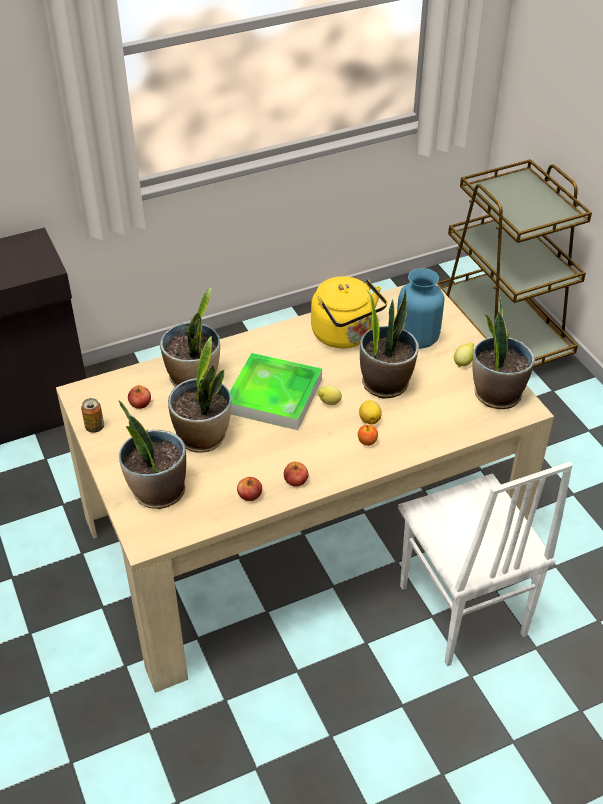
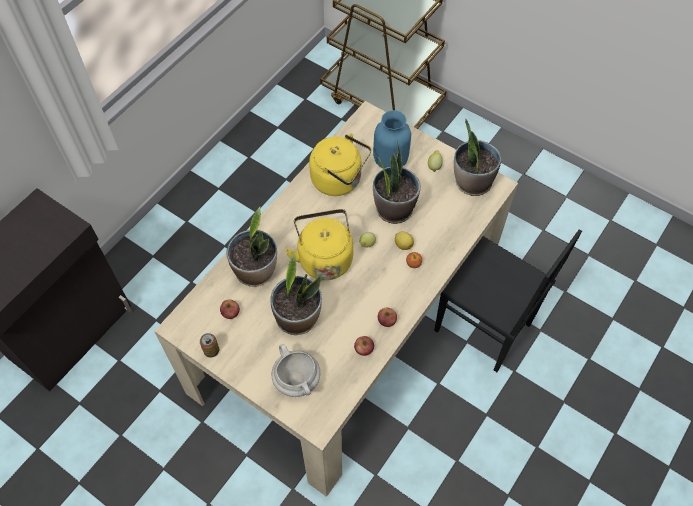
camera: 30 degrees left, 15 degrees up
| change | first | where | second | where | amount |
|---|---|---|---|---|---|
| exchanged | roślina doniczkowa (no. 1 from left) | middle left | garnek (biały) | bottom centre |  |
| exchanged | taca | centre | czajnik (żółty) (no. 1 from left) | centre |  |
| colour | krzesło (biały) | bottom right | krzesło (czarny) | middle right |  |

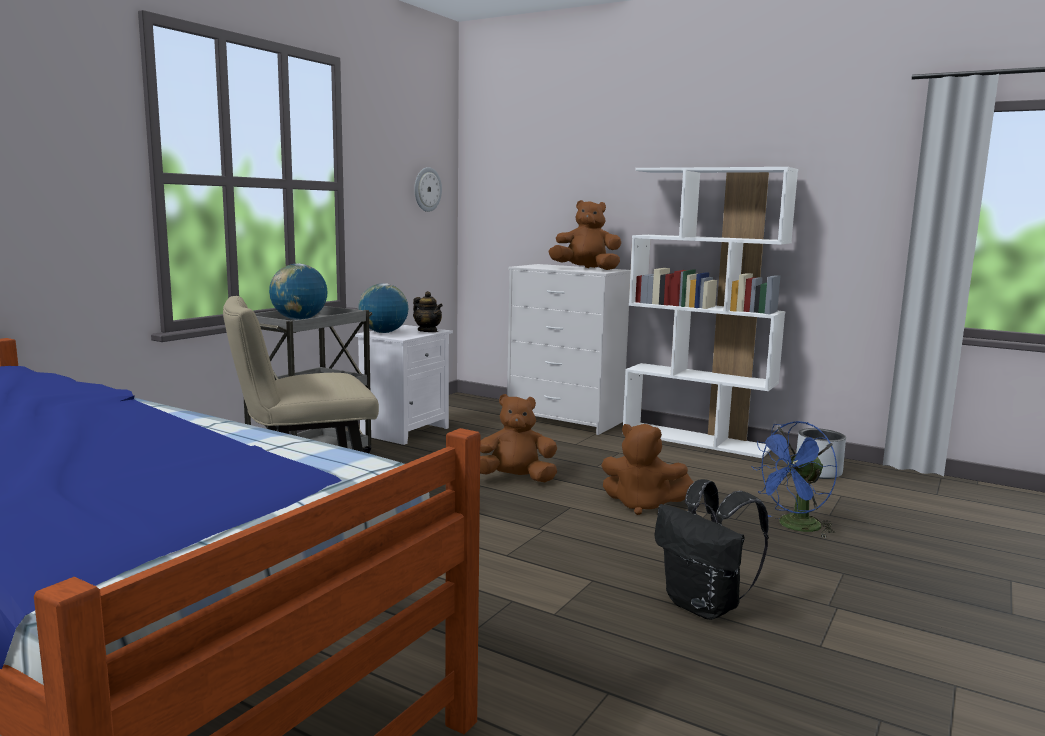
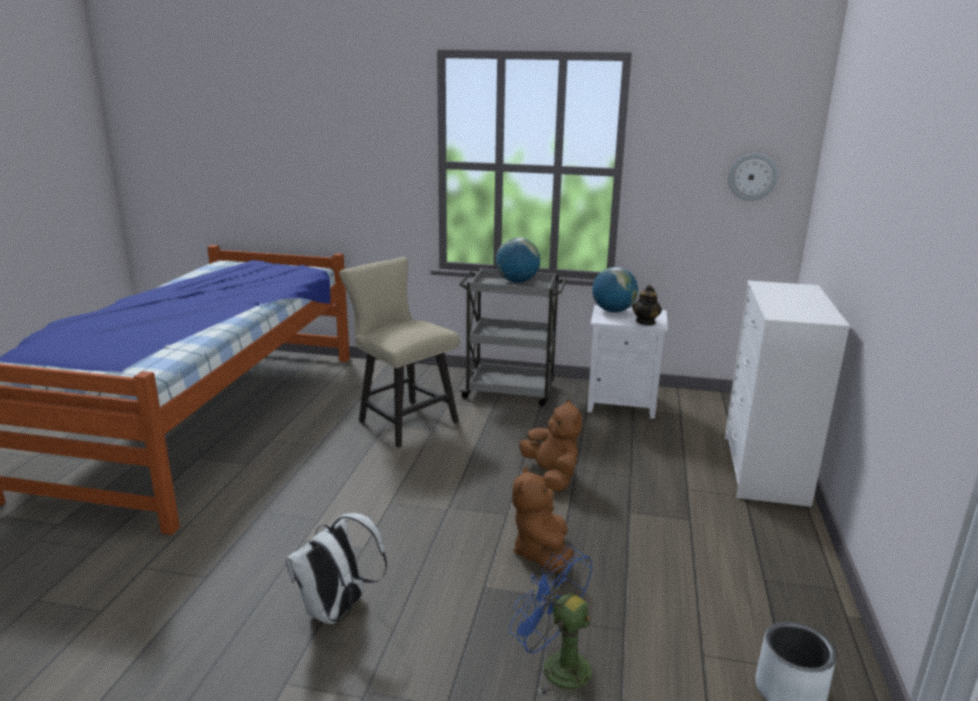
camera: 70 degrees right, 10 degrees up
| change | first | where | second | where | amount |
|---|---|---|---|---|---|
| colour | plecak (czarny) | bottom right | plecak (biały) | bottom centre |  |
| missing | pluszak (brązowy) (no. 2 from left) | top centre |  |  |  |
| missing | regał (biały) | middle right |  |  |  |

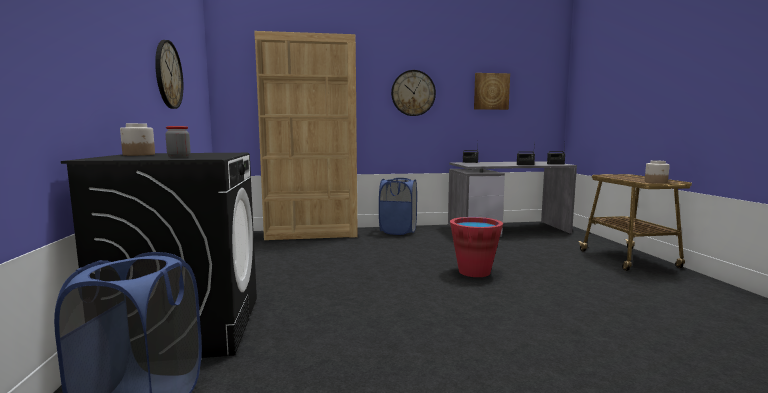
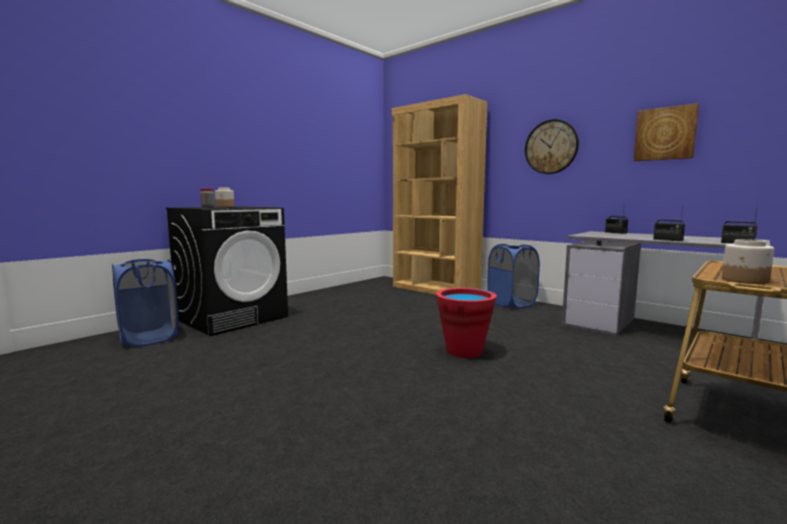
camera: 50 degrees right, 0 degrees up
| change | first | where | second | where | amount |
|---|---|---|---|---|---|
| missing | zegar ścienny (no. 1 from left) | top left |  |  |  |

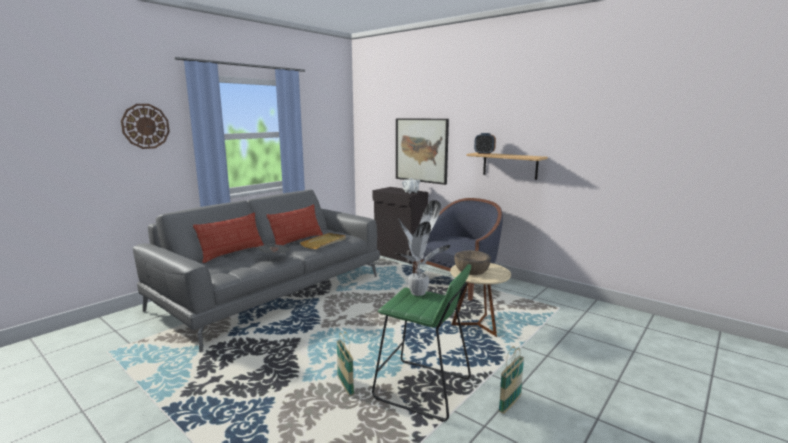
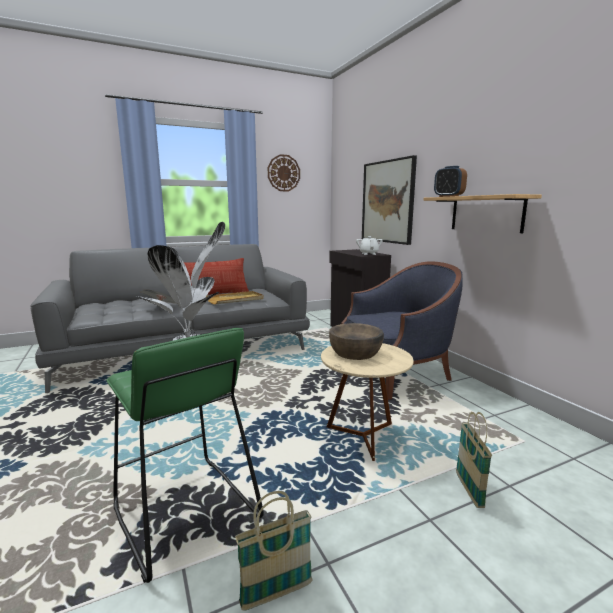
camera: 25 degrees right, 0 degrees up
| change | first | where | second | where | amount |
|---|---|---|---|---|---|
| relocated | zegar ścienny | top left |  | top centre |  |
| relocated | koszyk (no. 1 from left in the first image) | bottom centre | koszyk (no. 2 from left) | bottom right |  |
| missing | poduszka (no. 1 from left) | middle left |  |  |  |

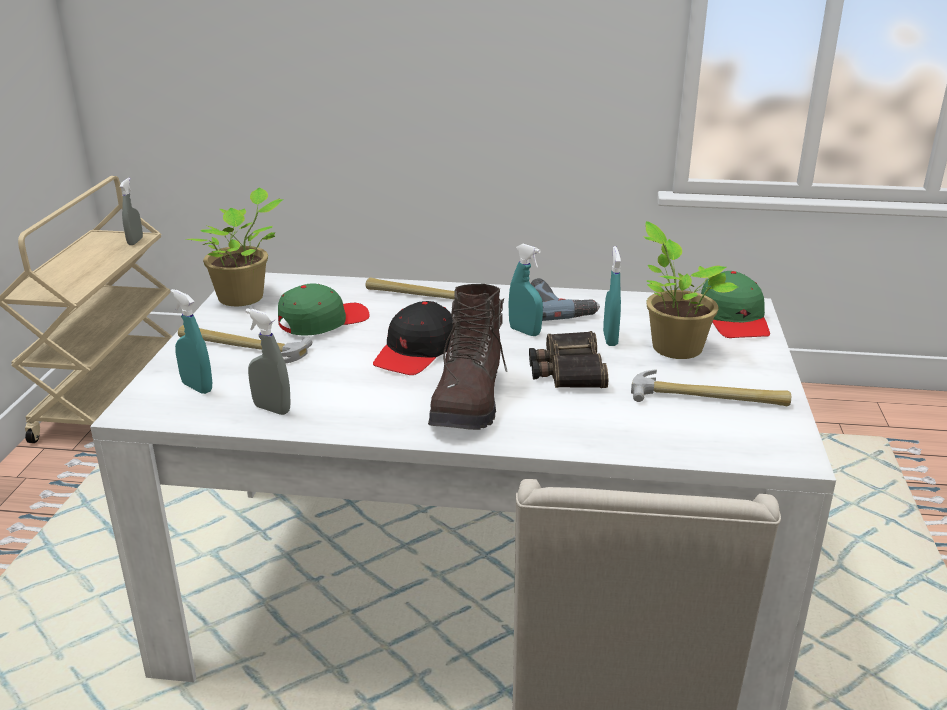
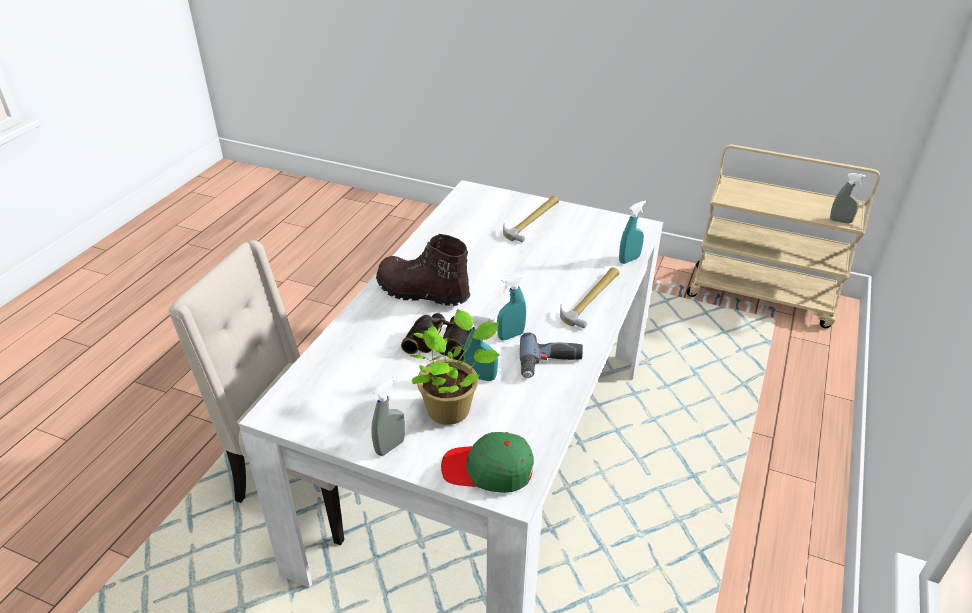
camera: 105 degrees right, 10 degrees up
| change | first | where | second | where | amount |
|---|---|---|---|---|---|
| relocated | spryskiwacz (szary) (no. 2 from left in the first image) | middle left | spryskiwacz (szary) (no. 1 from left) | bottom centre |  |
| relocated | spryskiwacz (turkusowy) (no. 1 from left in the first image) | middle left | spryskiwacz (turkusowy) (no. 3 from left) | centre |  |
| missing | roślina doniczkowa (no. 1 from left) | middle left |  |  |  |
| missing | czapka z daszkiem (zielony) (no. 1 from left) | centre |  |  |  |
| missing | czapka z daszkiem (czarny) | centre |  |  |  |
| missing | młotek (no. 3 from left) | middle right |  |  |  |

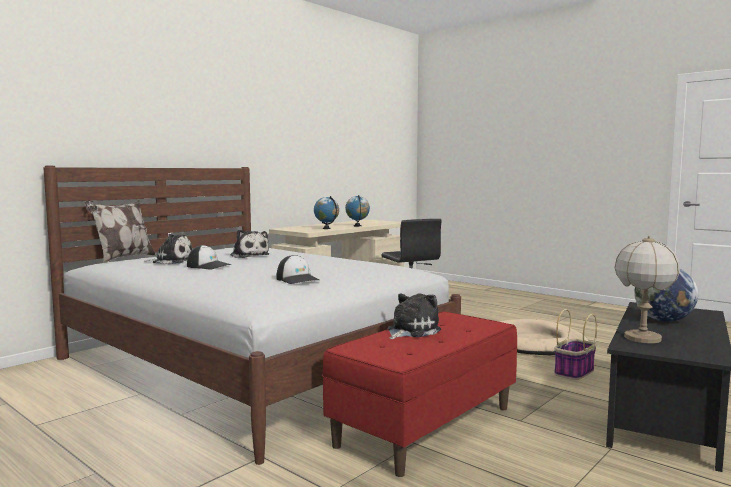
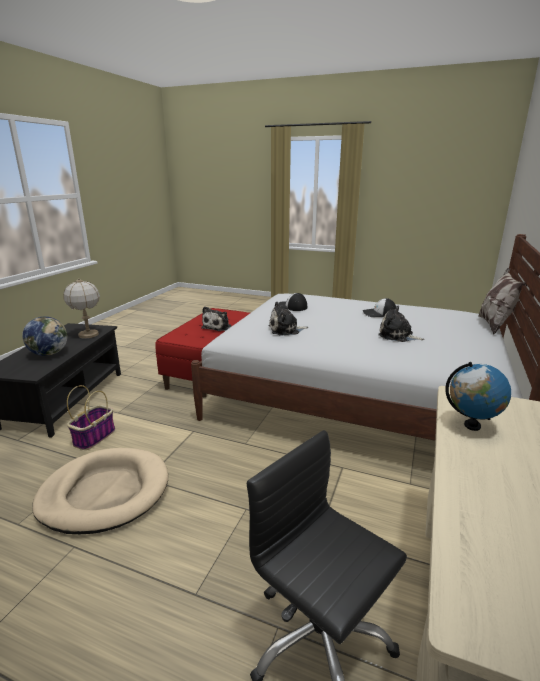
camera: 160 degrees right, 15 degrees up
| change | first | where | second | where | amount |
|---|---|---|---|---|---|
| relocated | pluszak (no. 1 from left in the first image) | middle left | pluszak (no. 2 from left) | centre |  |
| missing | globus (no. 2 from left) | centre |  |  |  |

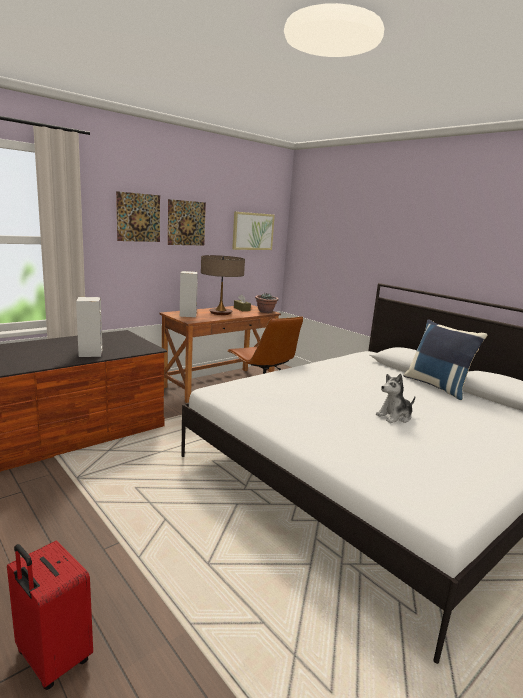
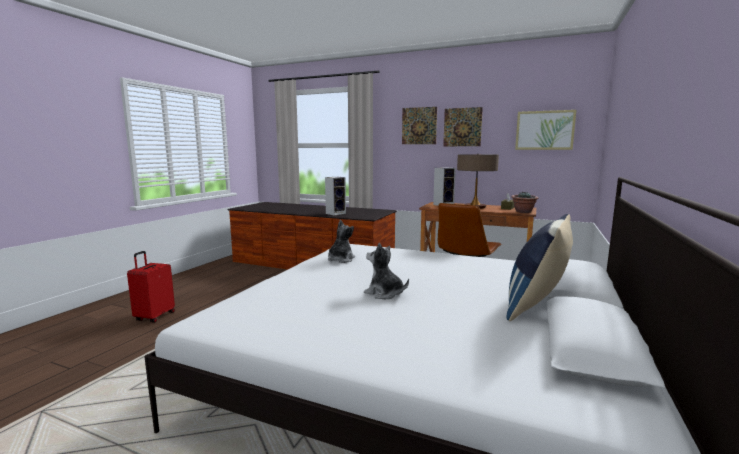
camera: 65 degrees right, 5 degrees down
| change | first | where | second | where | amount |
|---|---|---|---|---|---|
| appeared |  |  | pluszak (no. 1 from left) | centre |  |

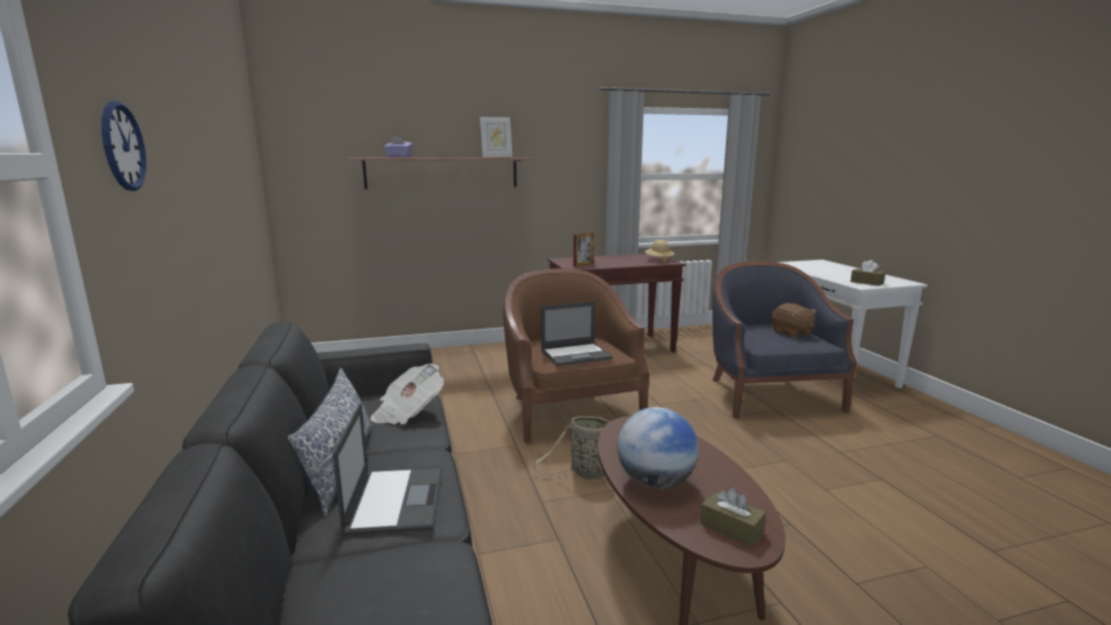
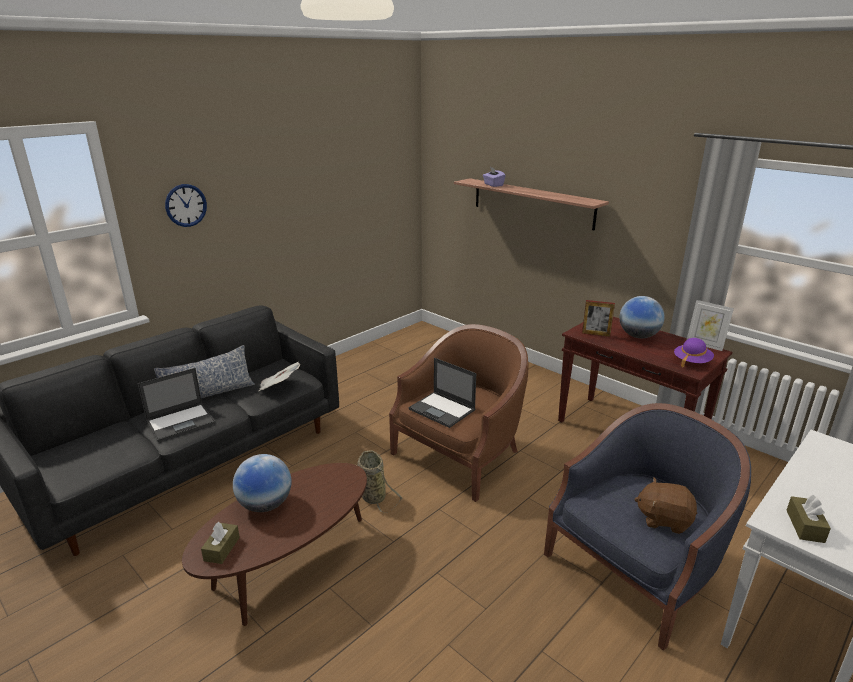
camera: 60 degrees right, 10 degrees up
| change | first | where | second | where | amount |
|---|---|---|---|---|---|
| appeared |  |  | globus (no. 2 from left) | middle right |  |
| spun | pluszak (brązowy) | middle right |  | bottom right | 75 degrees clockwise |
| colour | kapelusz (beżowy) | centre | kapelusz (fioletowy) | middle right |  |
| relocated | ramka na zdjęcie (no. 1 from left in the first image) | top centre | ramka na zdjęcie (no. 2 from left) | middle right |  |

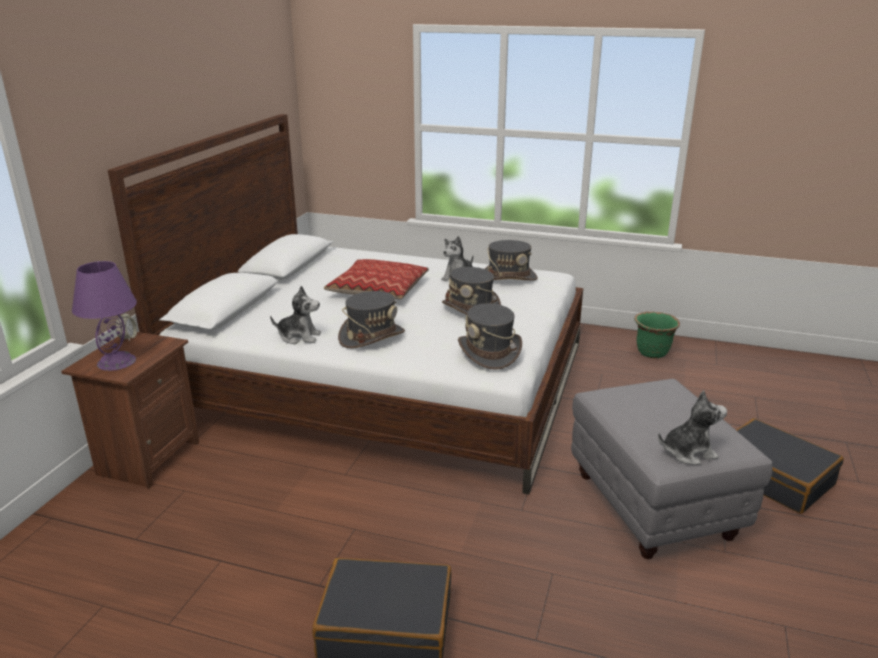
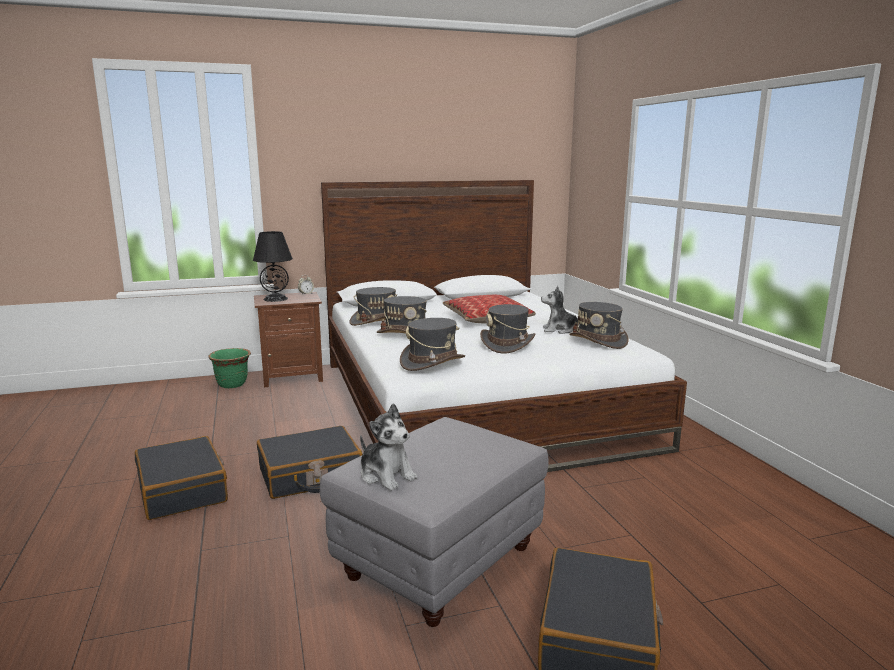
camera: 55 degrees right, 10 degrees down
| change | first | where | second | where | amount |
|---|---|---|---|---|---|
| relocated | donica (zielony) | middle right |  | middle left |  |
| colour | lampa stołowa (fioletowy) | middle left | lampa stołowa (czarny) | middle left |  |
| appeared |  |  | walizka (czarny) (no. 2 from left) | bottom centre |  |
| exchanged | pluszak (no. 1 from left) | centre | kapelusz (szary) (no. 1 from left) | centre |  |

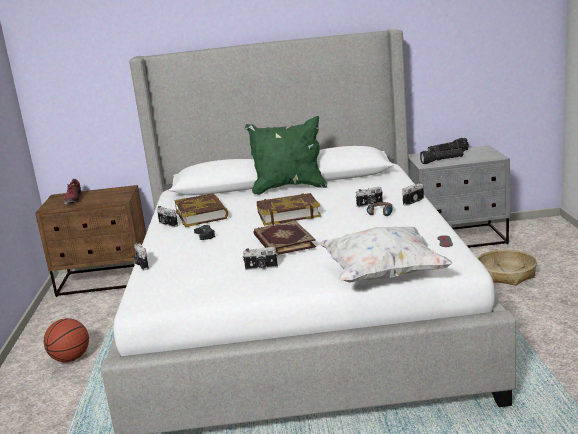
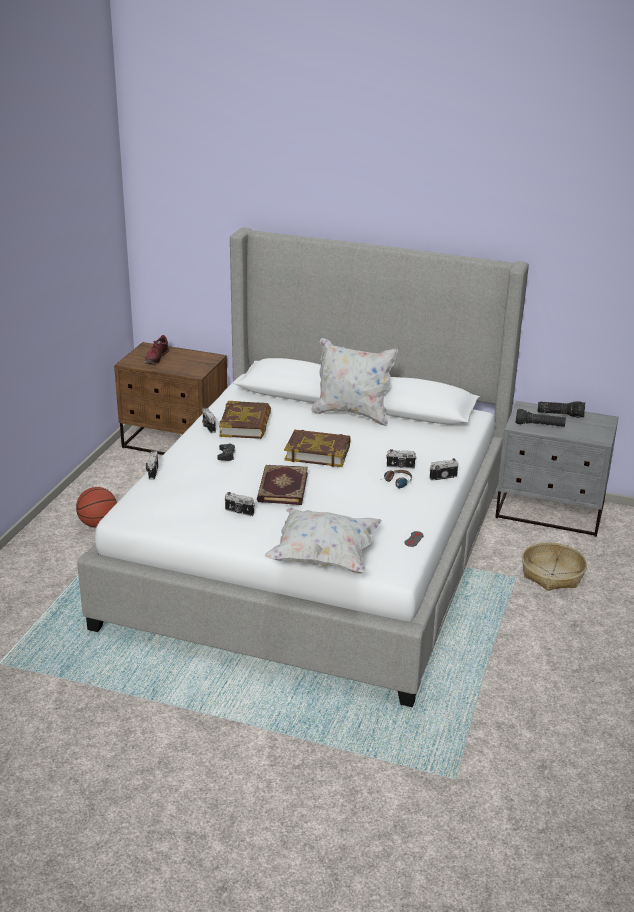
camera: 20 degrees right, 10 degrees up
| change | first | where | second | where | amount |
|---|---|---|---|---|---|
| colour | poduszka (zielony) | centre | poduszka (biały) (no. 2 from left) | centre |  |

